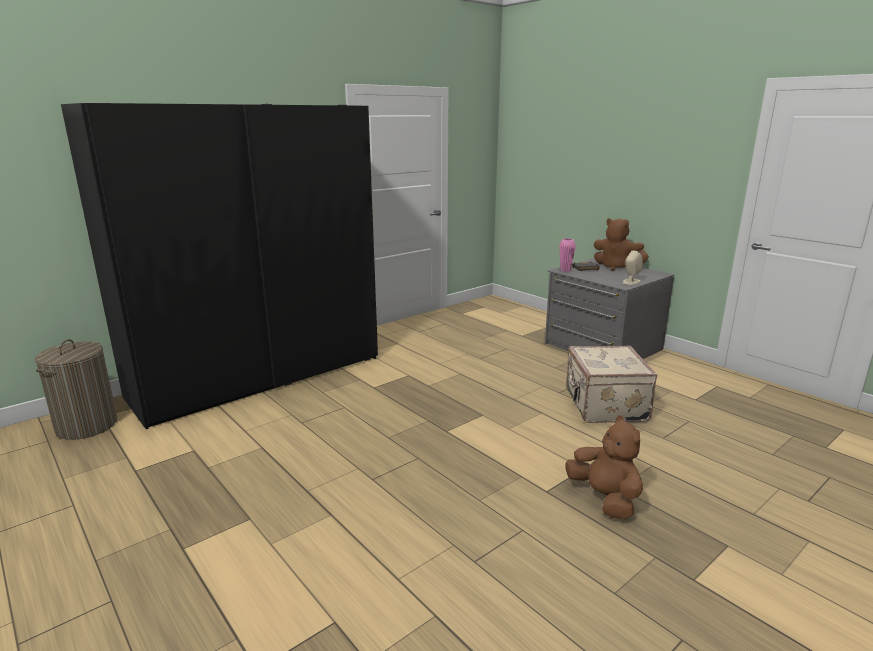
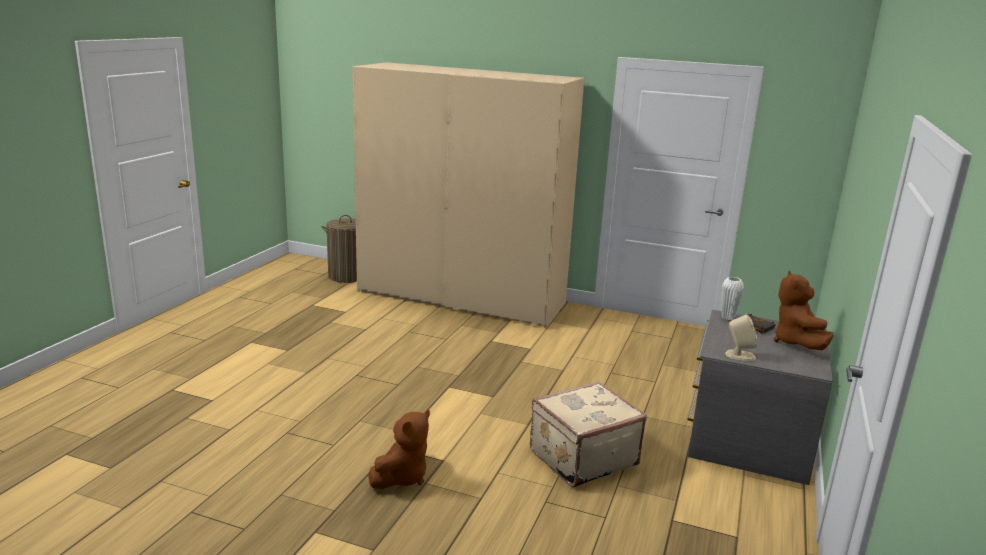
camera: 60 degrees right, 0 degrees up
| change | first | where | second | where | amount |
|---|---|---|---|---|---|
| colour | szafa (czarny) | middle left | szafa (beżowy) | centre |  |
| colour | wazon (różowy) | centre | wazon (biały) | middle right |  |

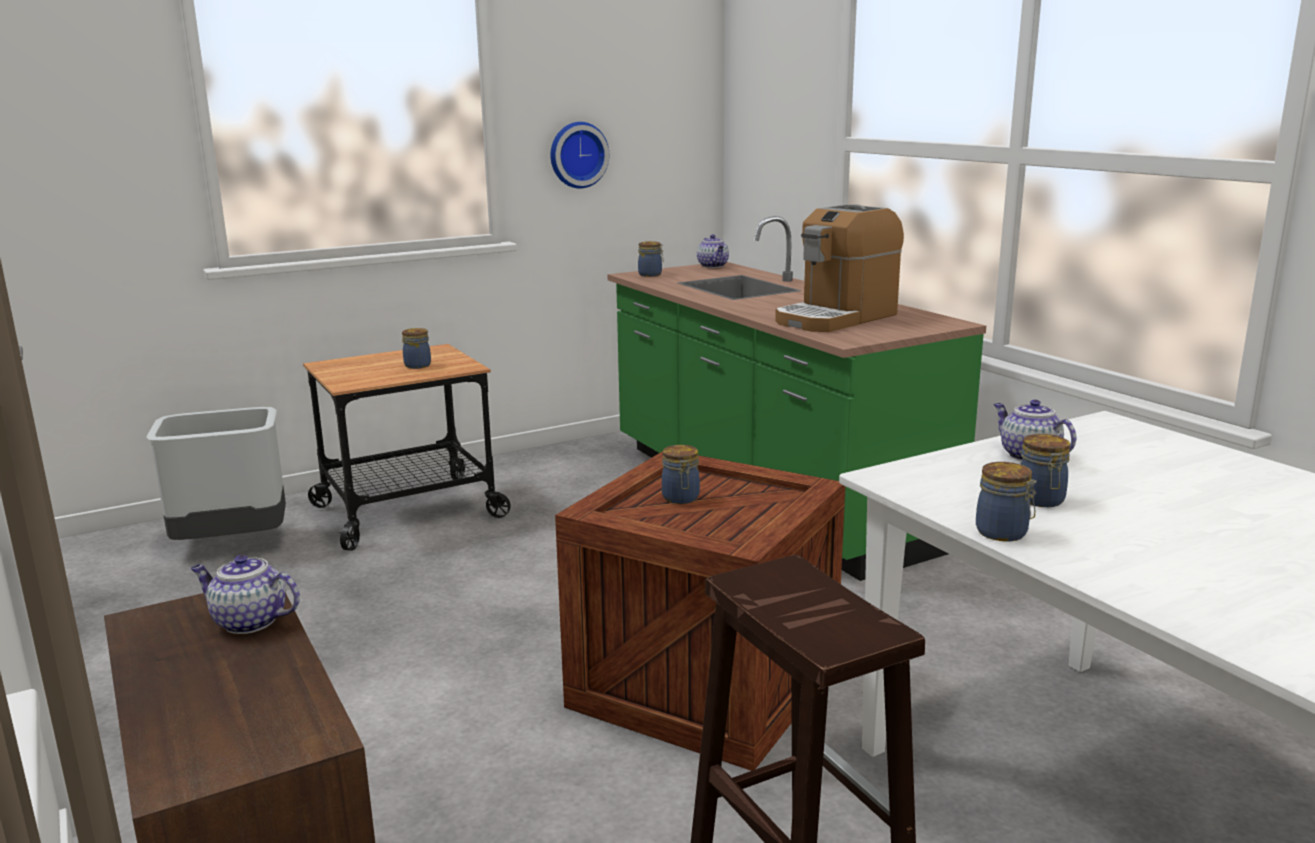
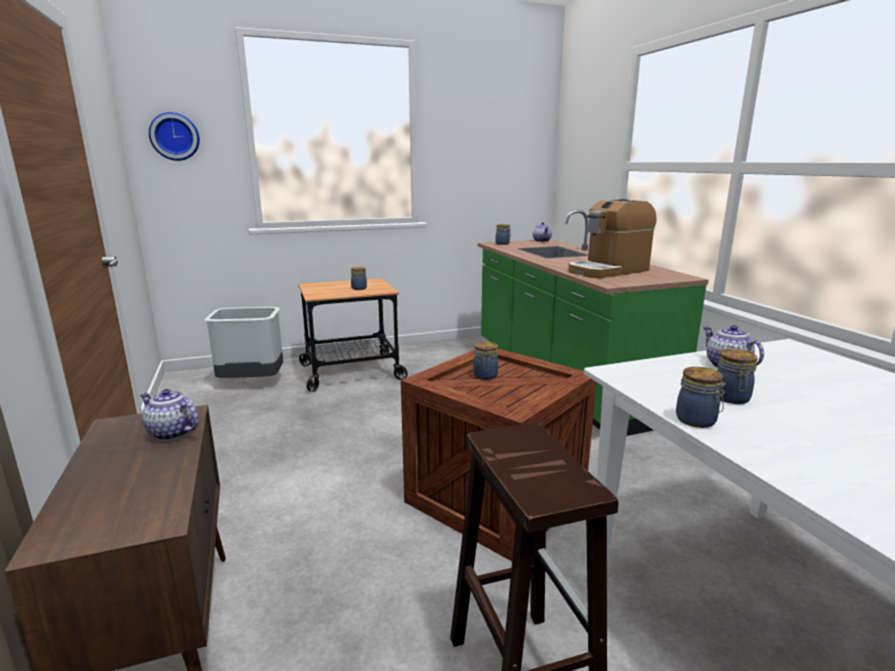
camera: 10 degrees right, 0 degrees up
| change | first | where | second | where | amount |
|---|---|---|---|---|---|
| relocated | zegar ścienny | top centre |  | top left |  |

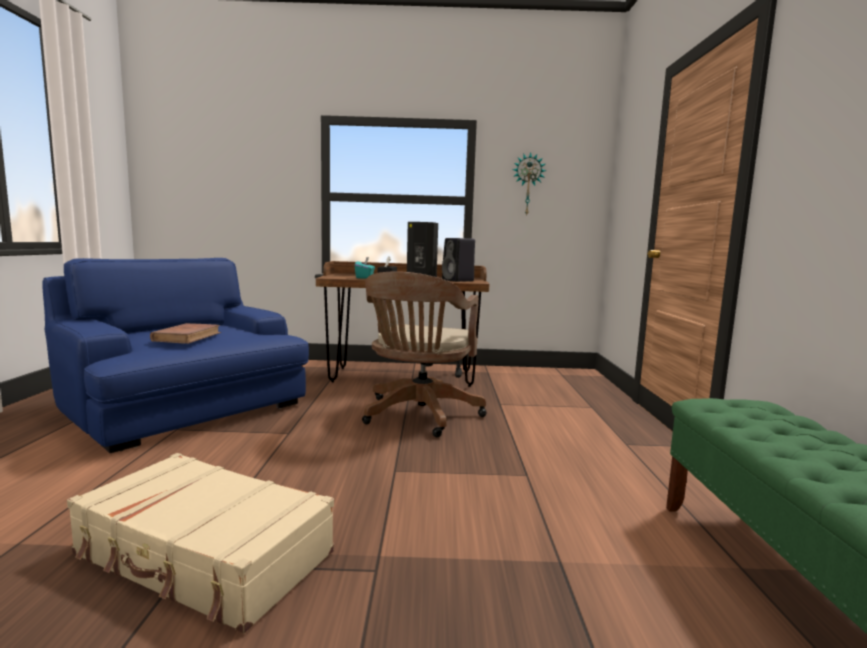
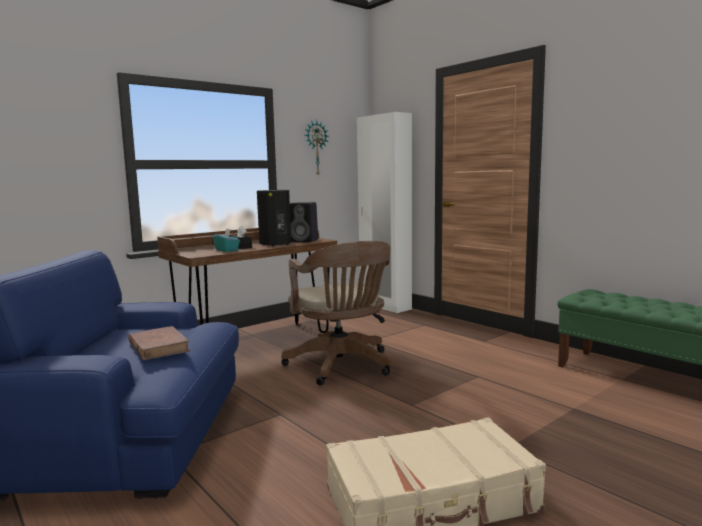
camera: 40 degrees left, 0 degrees up
| change | first | where | second | where | amount |
|---|---|---|---|---|---|
| appeared |  |  | szafa (biały) | centre |  |

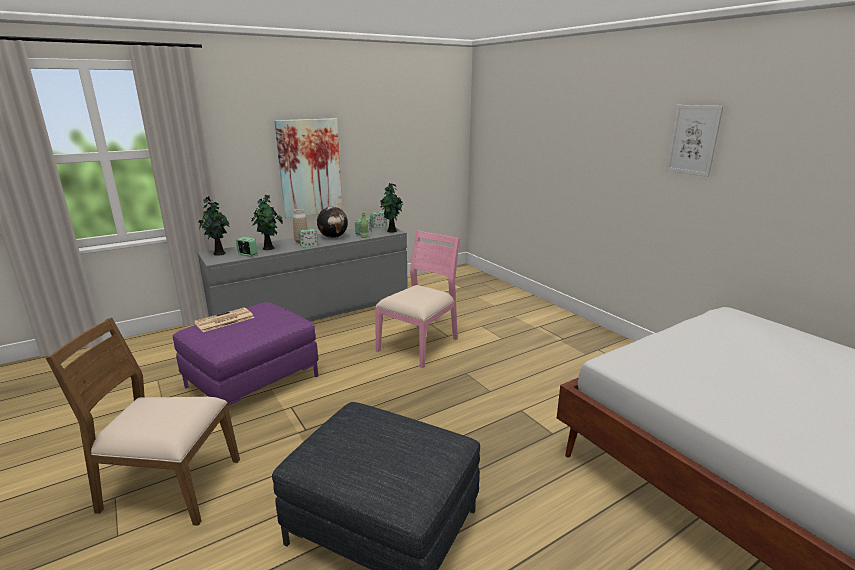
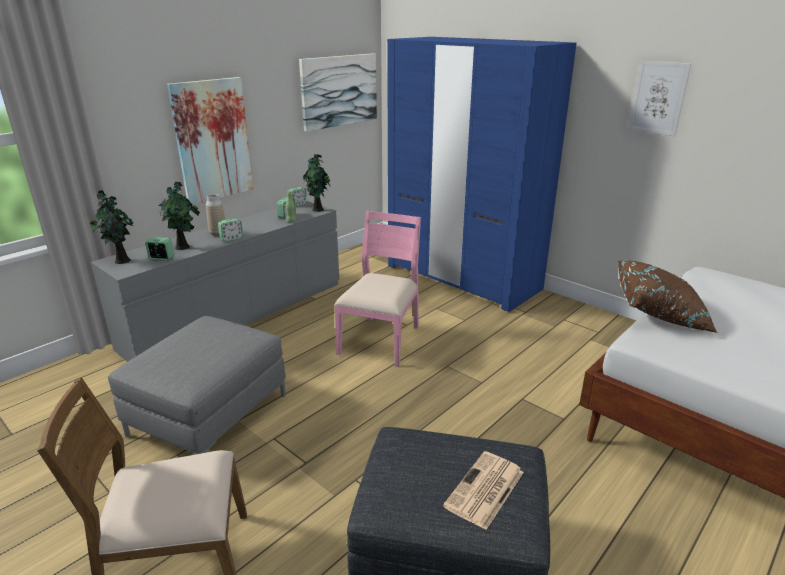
camera: 15 degrees left, 5 degrees up
| change | first | where | second | where | amount |
|---|---|---|---|---|---|
| colour | pufa (fioletowy) | middle left | pufa (szary) (no. 1 from left) | bottom left |  |
| appeared |  |  | obraz (no. 2 from left) | top centre |  |
| appeared |  |  | szafa (niebieski) | top centre |  |
| relocated | gazeta | middle left |  | bottom centre |  |
| appeared |  |  | poduszka (brązowy) | middle right |  |
| missing | globus | centre |  |  |  |

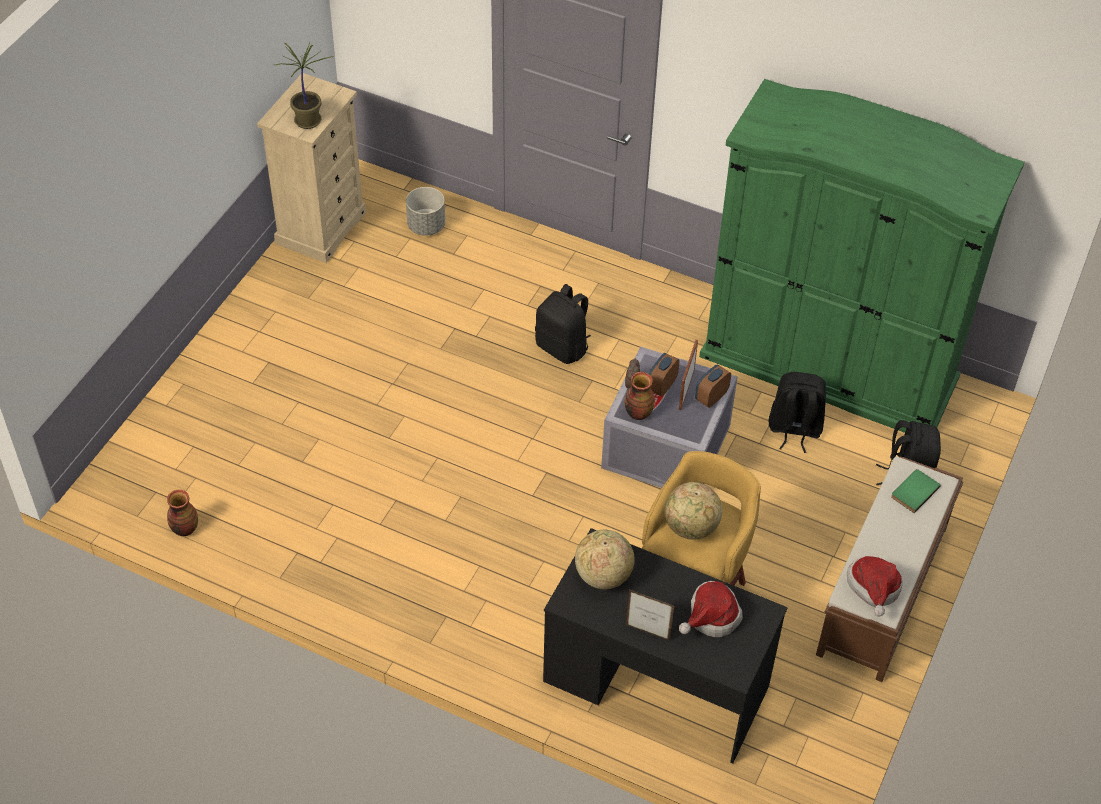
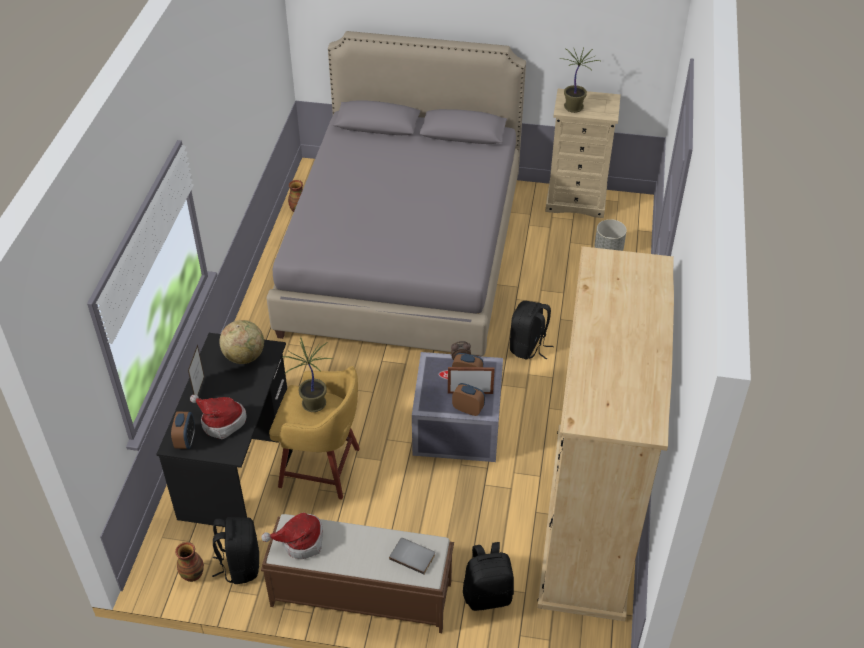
camera: 75 degrees right, 5 degrees down
| change | first | where | second | where | amount |
|---|---|---|---|---|---|
| appeared |  |  | budzik (no. 1 from left) | middle left |  |
| relocated | wazon (no. 2 from left in the first image) | centre | wazon (no. 1 from left) | bottom left |  |
| relocated | plecak (czarny) (no. 2 from left in the first image) | middle right | plecak (czarny) (no. 1 from left) | bottom left |  |
| appeared |  |  | łóżko (szary) | top centre |  |
| exchanged | globus (no. 2 from left) | centre | roślina doniczkowa (no. 1 from left) | centre |  |
| colour | książka (zielony) | middle right | książka (szary) | bottom centre |  |
| colour | szafa (zielony) | top right | szafa (beżowy) | bottom right |  |

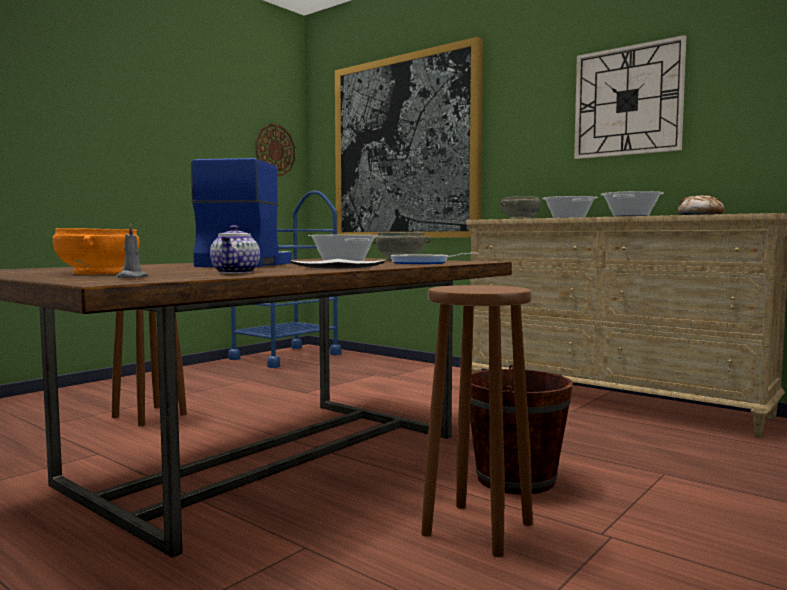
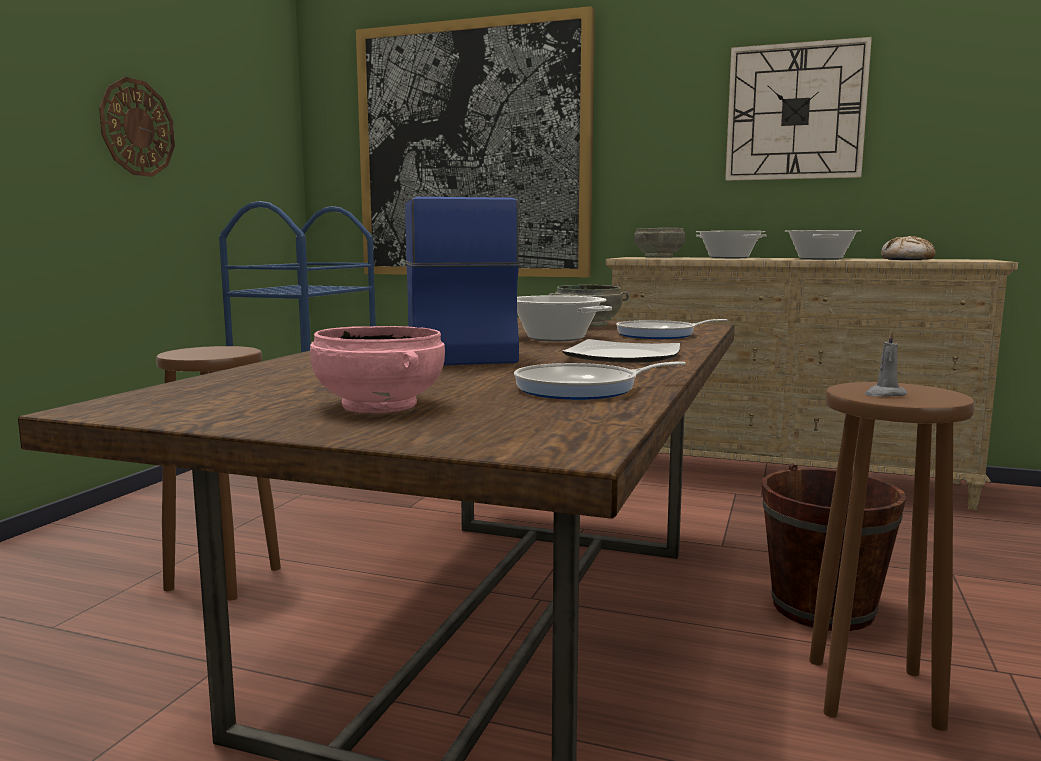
camera: 20 degrees left, 5 degrees up
| change | first | where | second | where | amount |
|---|---|---|---|---|---|
| relocated | zegar ścienny (no. 1 from left) | top centre |  | top left |  |
| colour | miska (pomarańczowy) | middle left | miska (różowy) | centre |  |
| exchanged | imbryk | middle left | patelnia (no. 1 from left) | centre |  |
| relocated | świeca (szary) | middle left |  | middle right |  |

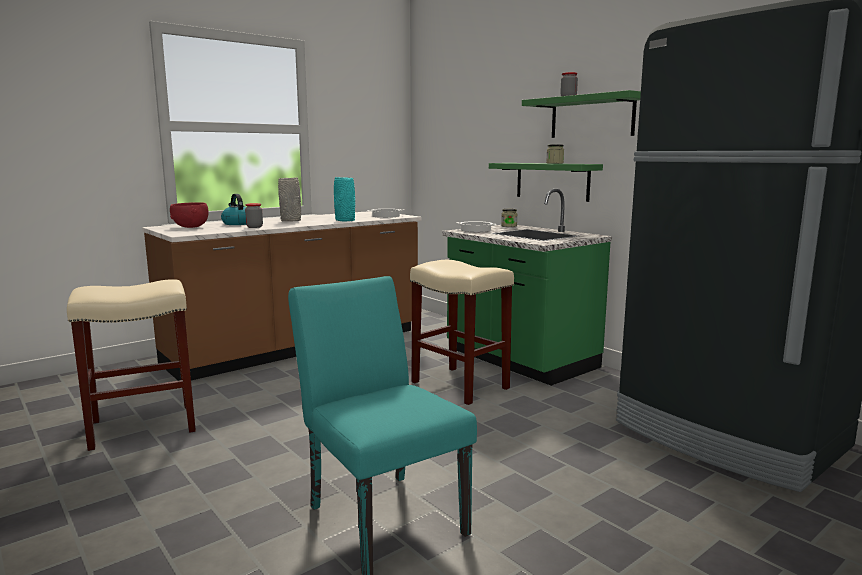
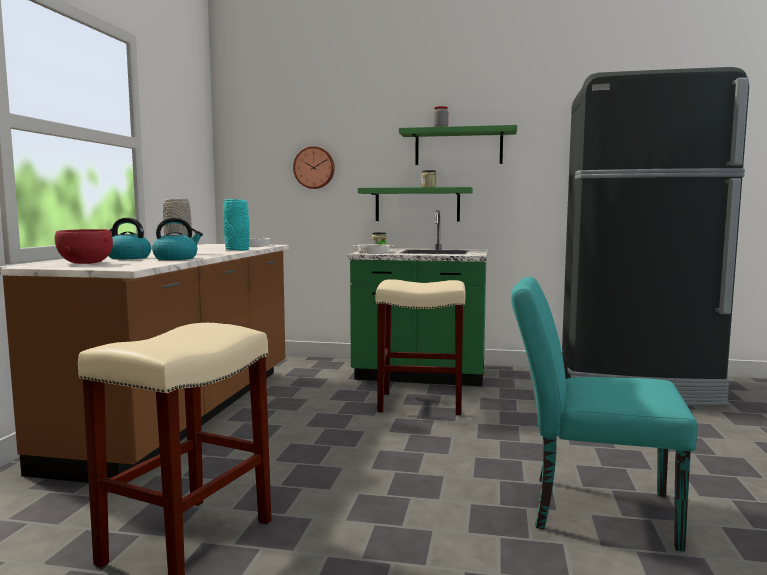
camera: 40 degrees left, 5 degrees down
| change | first | where | second | where | amount |
|---|---|---|---|---|---|
| exchanged | słoik (no. 1 from left) | middle left | czajnik (no. 2 from left) | middle left |  |
| appeared |  |  | zegar ścienny | top centre |  |

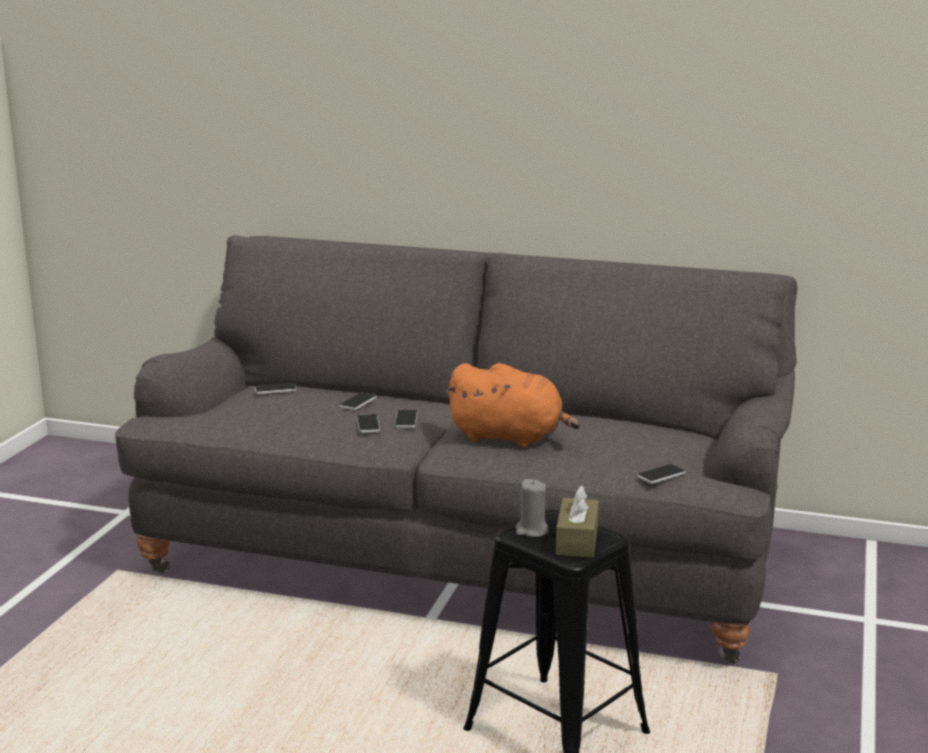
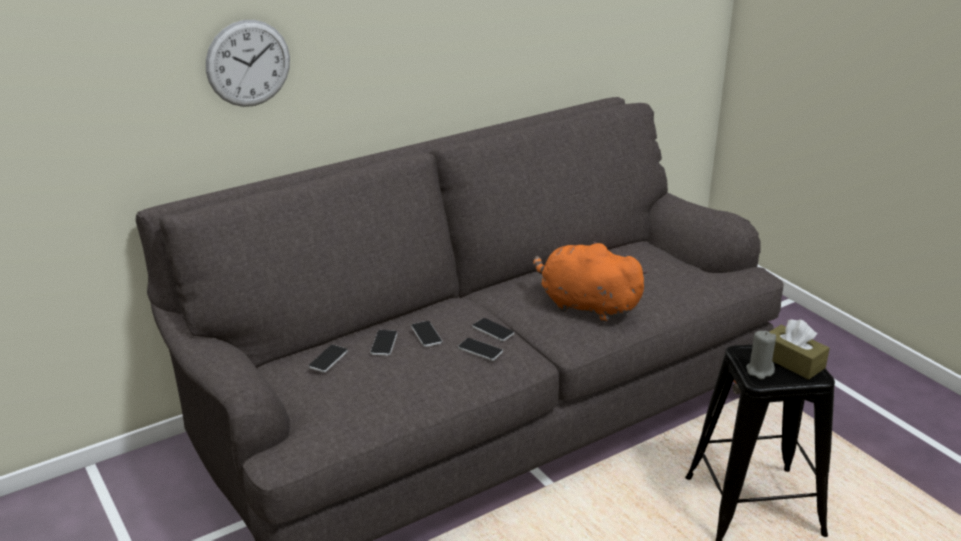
camera: 50 degrees left, 10 degrees up
| change | first | where | second | where | amount |
|---|---|---|---|---|---|
| appeared |  |  | zegar ścienny | top left |  |
| relocated | telefon (no. 5 from left in the first image) | middle right | telefon (no. 2 from left) | centre |  |
| spun | pluszak (pomarańczowy) | centre |  | centre | 120 degrees counterclockwise |

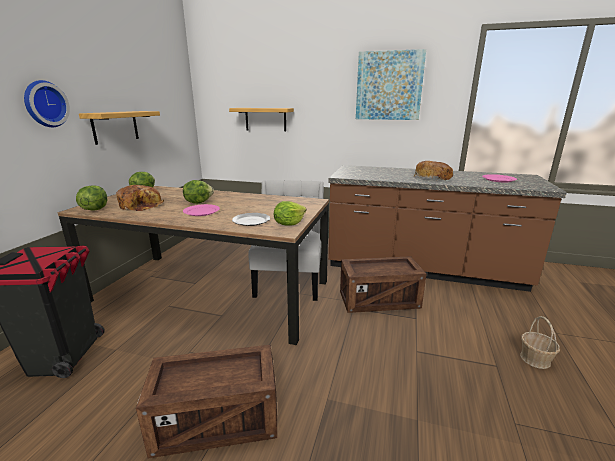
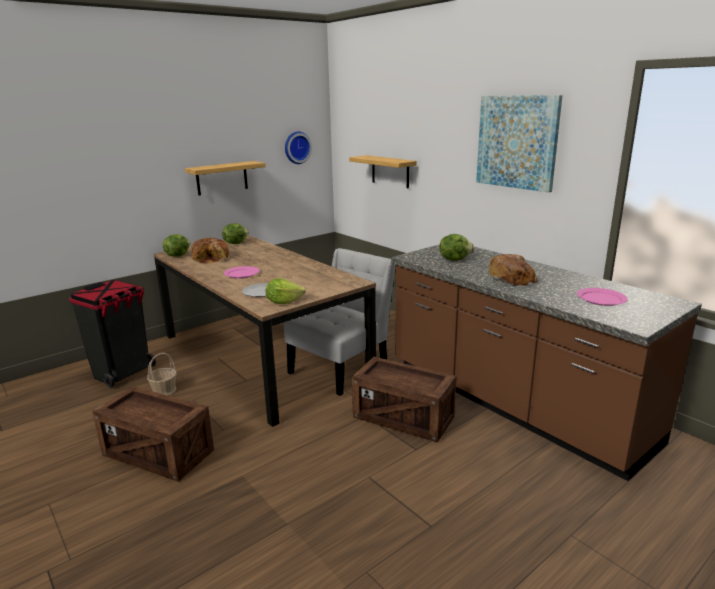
camera: 35 degrees right, 0 degrees up
| change | first | where | second | where | amount |
|---|---|---|---|---|---|
| relocated | koszyk | bottom right |  | middle left |  |
| relocated | zegar ścienny | top left |  | top centre |  |
| relocated | sałata (no. 3 from left in the first image) | middle left | sałata (no. 4 from left) | centre |  |

